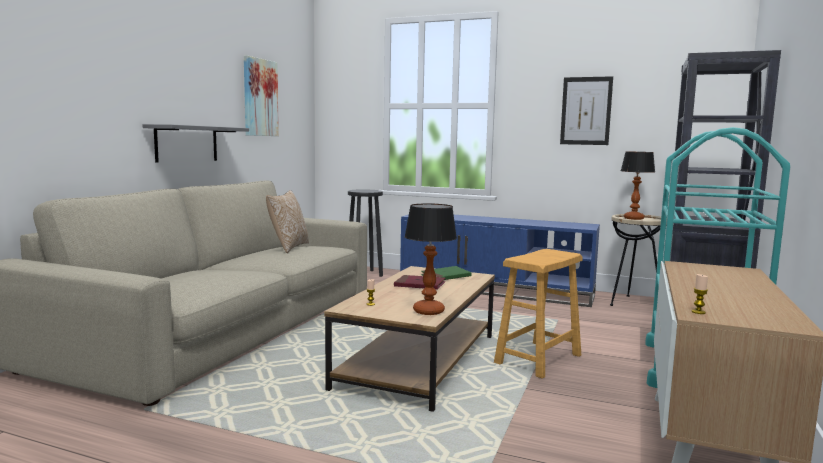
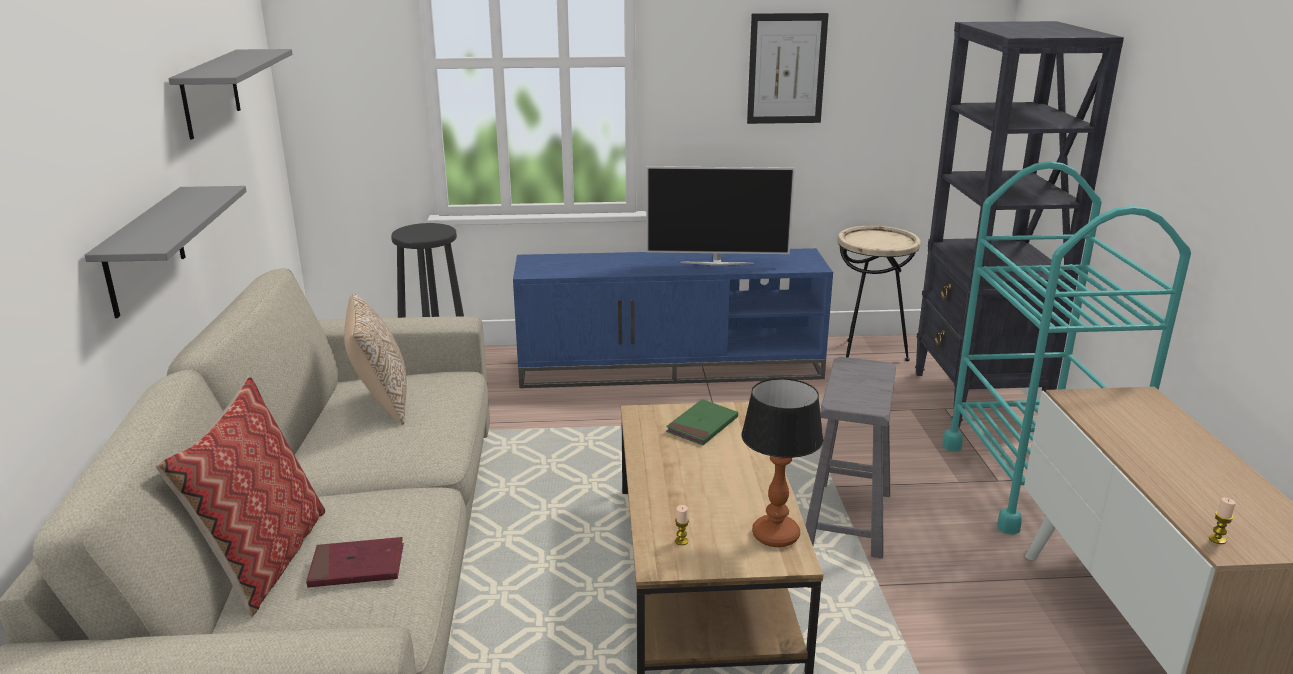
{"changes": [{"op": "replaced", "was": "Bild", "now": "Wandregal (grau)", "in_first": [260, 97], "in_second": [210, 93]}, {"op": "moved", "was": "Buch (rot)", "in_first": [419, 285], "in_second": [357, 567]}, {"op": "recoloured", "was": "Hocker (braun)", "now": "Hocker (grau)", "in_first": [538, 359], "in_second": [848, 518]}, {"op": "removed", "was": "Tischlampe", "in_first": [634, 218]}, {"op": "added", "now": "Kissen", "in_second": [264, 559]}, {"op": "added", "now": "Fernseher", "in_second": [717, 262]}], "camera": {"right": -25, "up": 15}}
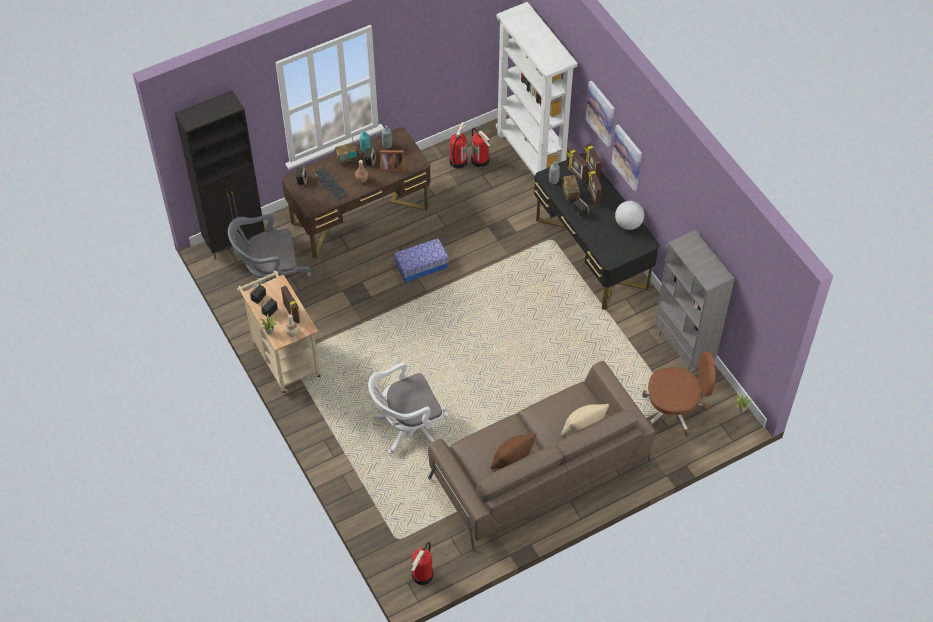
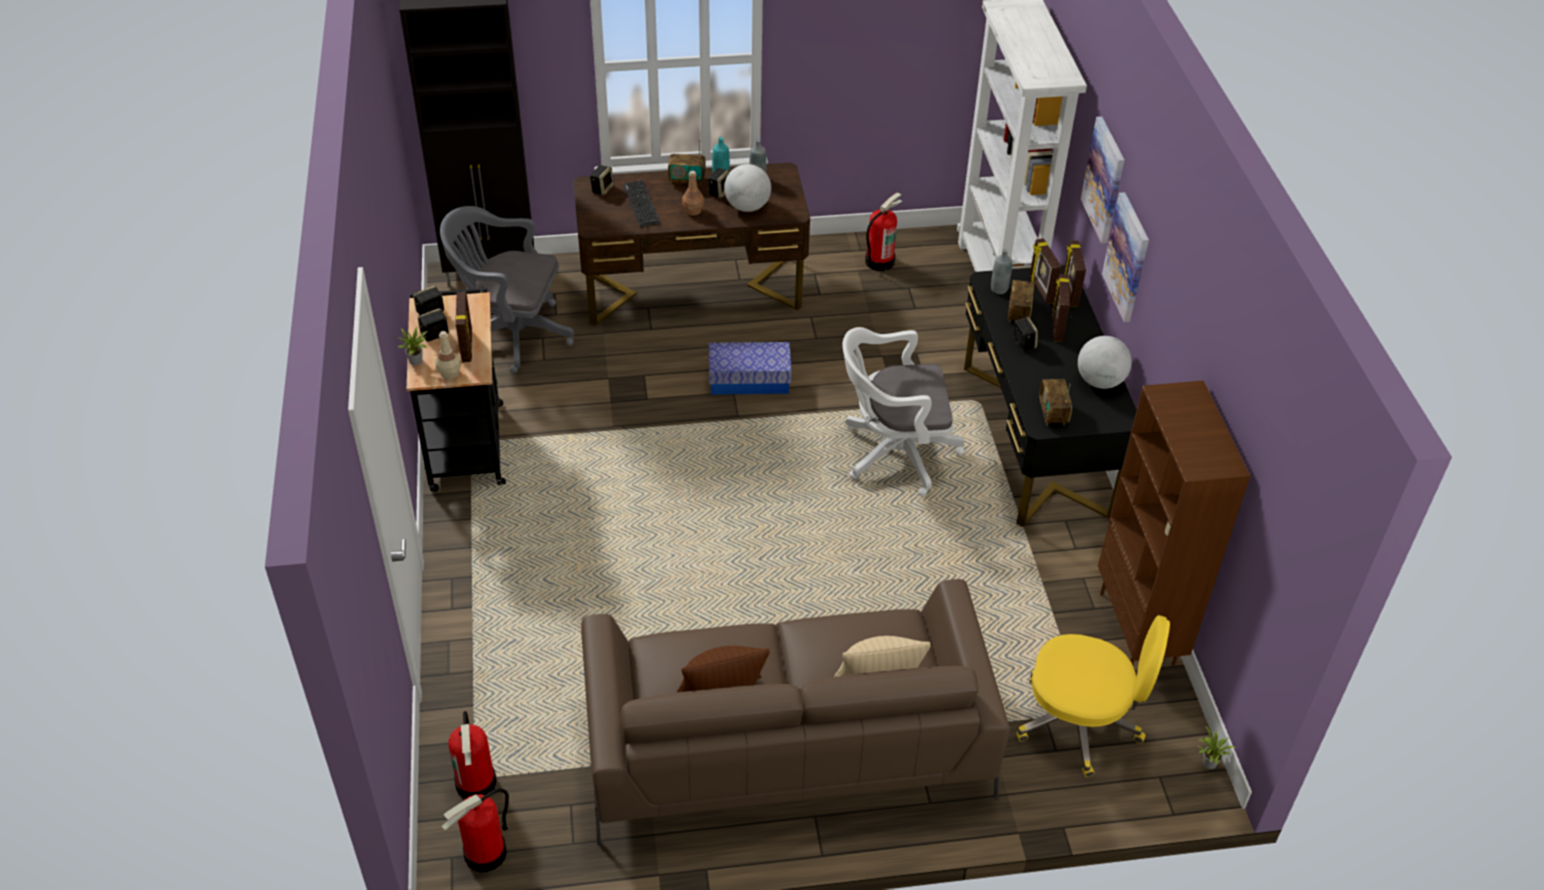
{"changes": [{"op": "recoloured", "was": "Rollwagen (beige)", "now": "Rollwagen (schwarz)", "in_first": [284, 356], "in_second": [466, 440]}, {"op": "moved", "was": "Bürostuhl (weiß)", "in_first": [407, 428], "in_second": [893, 453]}, {"op": "replaced", "was": "Bilderrahmen", "now": "Globus", "in_first": [391, 167], "in_second": [747, 207]}, {"op": "moved", "was": "Feuerlöscher", "in_first": [480, 160], "in_second": [477, 783]}, {"op": "recoloured", "was": "Bürostuhl (braun)", "now": "Bürostuhl (gelb)", "in_first": [674, 410], "in_second": [1080, 723]}, {"op": "recoloured", "was": "Bücherregal (grau)", "now": "Bücherregal (braun)", "in_first": [684, 349], "in_second": [1138, 629]}, {"op": "added", "now": "Radio", "in_second": [1053, 413]}], "camera": {"right": 20, "up": -10}}
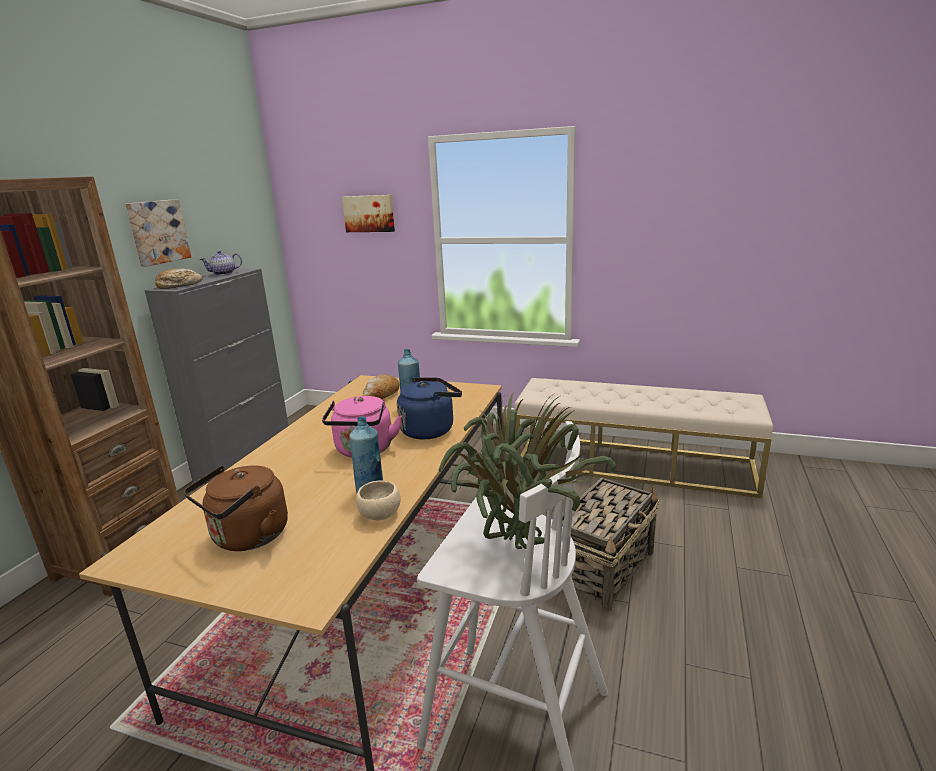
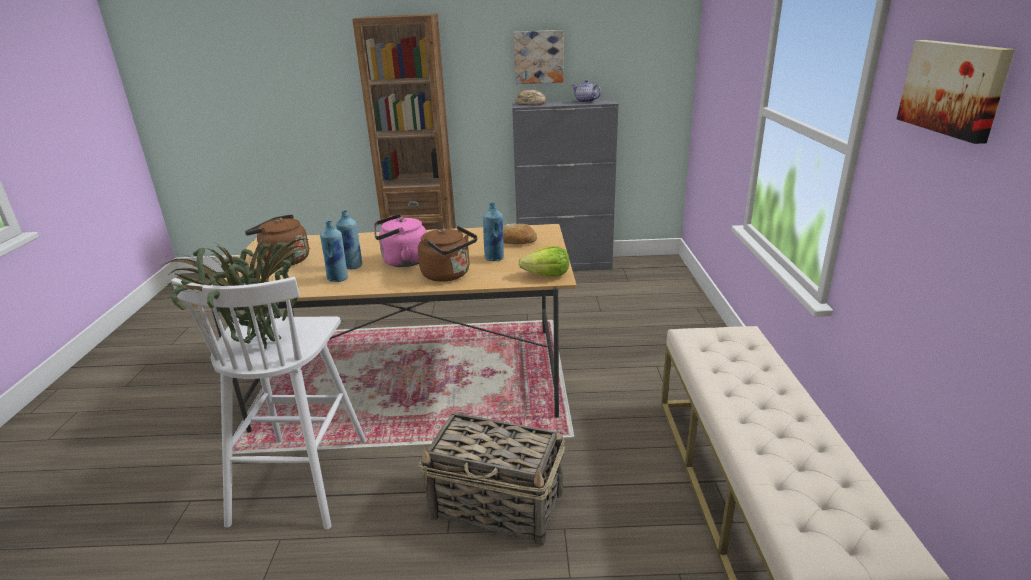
{"changes": [{"op": "moved", "was": "Bild", "in_first": [369, 213], "in_second": [954, 88]}, {"op": "removed", "was": "Schüssel (beige)", "in_first": [379, 514]}, {"op": "recoloured", "was": "Wasserkessel (blau)", "now": "Wasserkessel (braun)", "in_first": [430, 430], "in_second": [449, 275]}, {"op": "added", "now": "Flasche (blau)", "in_second": [353, 266]}, {"op": "added", "now": "Salatkopf", "in_second": [547, 275]}], "camera": {"right": 70, "up": 5}}
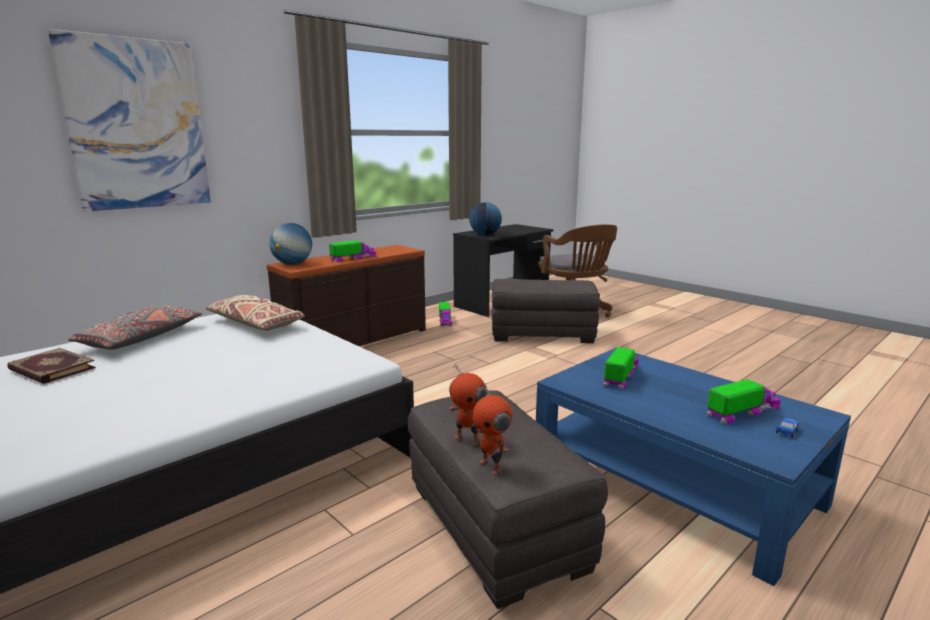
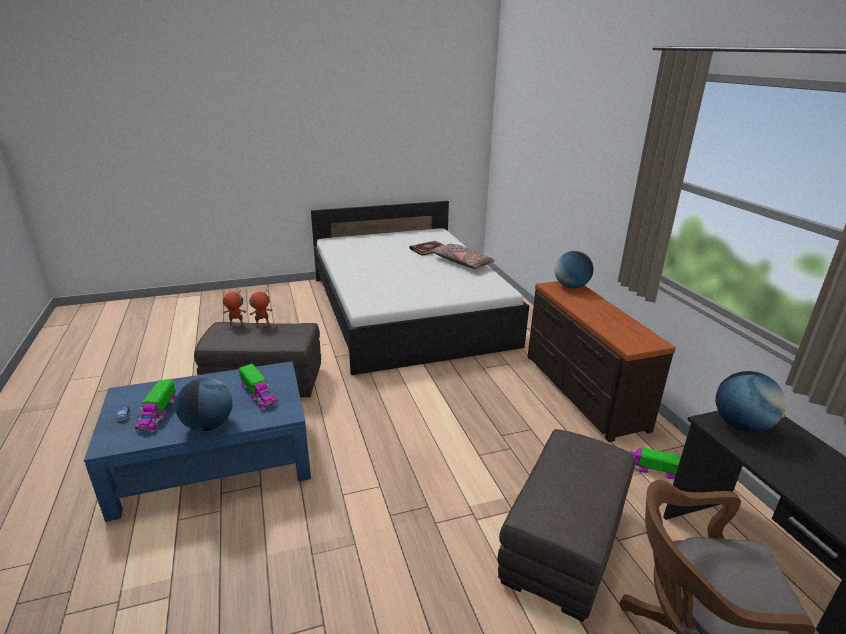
{"changes": [{"op": "removed", "was": "Bild", "in_first": [137, 125]}, {"op": "removed", "was": "Kissen (beige)", "in_first": [256, 324]}, {"op": "removed", "was": "Spielzeuglaster", "in_first": [353, 258]}, {"op": "added", "now": "Globus", "in_second": [208, 425]}], "camera": {"right": 115, "up": 10}}
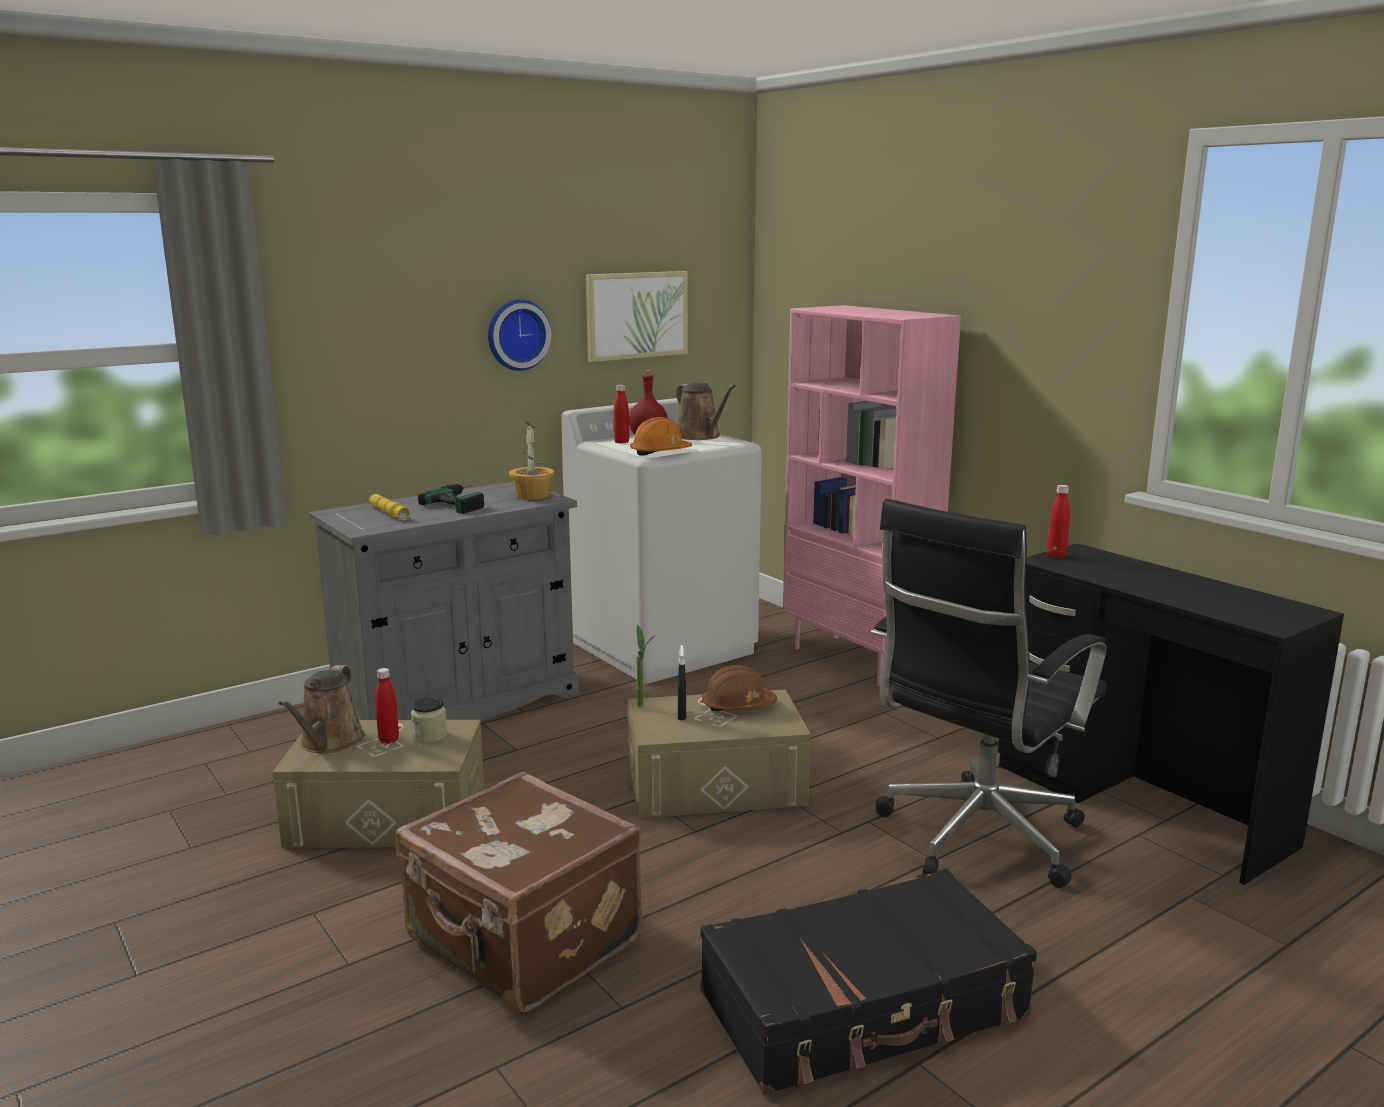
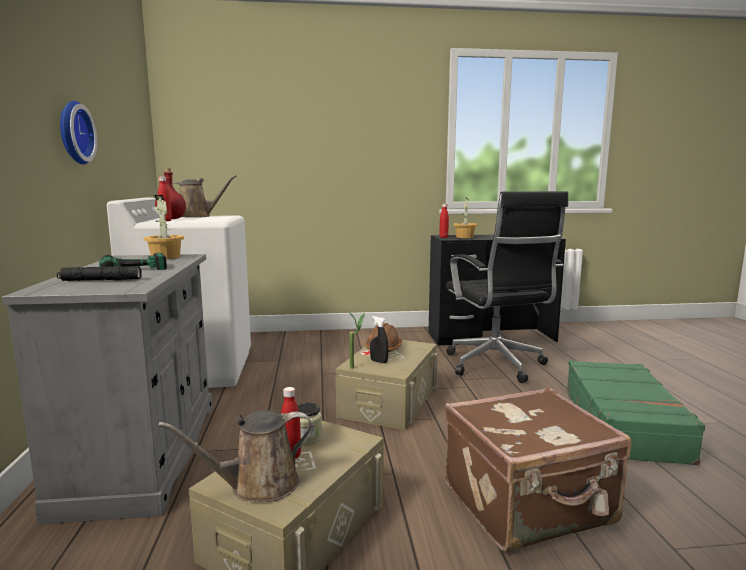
{"changes": [{"op": "turned", "was": "Gießkanne (braun)", "in_first": [329, 742], "in_second": [257, 485], "clockwise": 120}, {"op": "recoloured", "was": "Taschenlampe (gelb)", "now": "Taschenlampe (schwarz)", "in_first": [389, 513], "in_second": [100, 280]}, {"op": "removed", "was": "Bild", "in_first": [636, 315]}, {"op": "removed", "was": "Schutzhelm (orange)", "in_first": [660, 452]}, {"op": "recoloured", "was": "Koffer (schwarz)", "now": "Koffer (grün)", "in_first": [864, 1006], "in_second": [624, 423]}, {"op": "removed", "was": "Bücherregal (rosa)", "in_first": [858, 660]}, {"op": "added", "now": "Topfpflanze", "in_second": [464, 237]}], "camera": {"right": -60, "up": -5}}
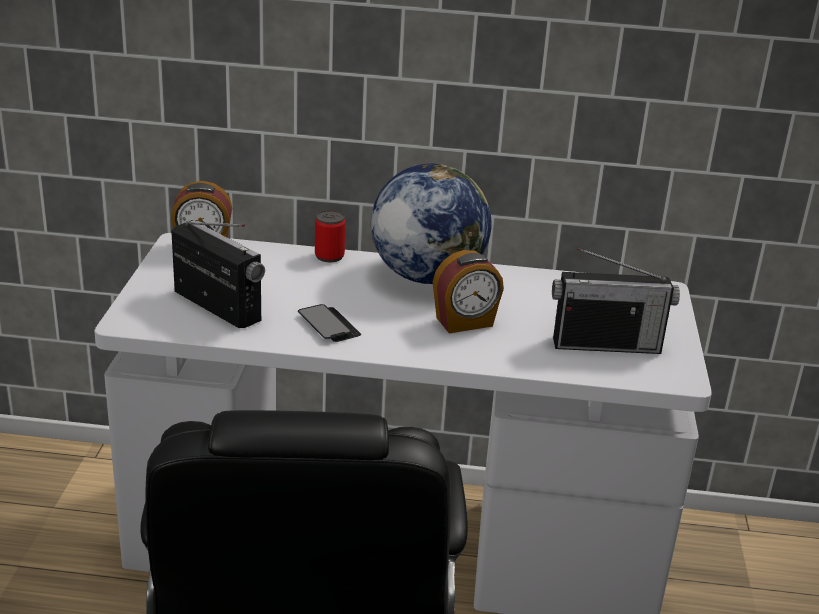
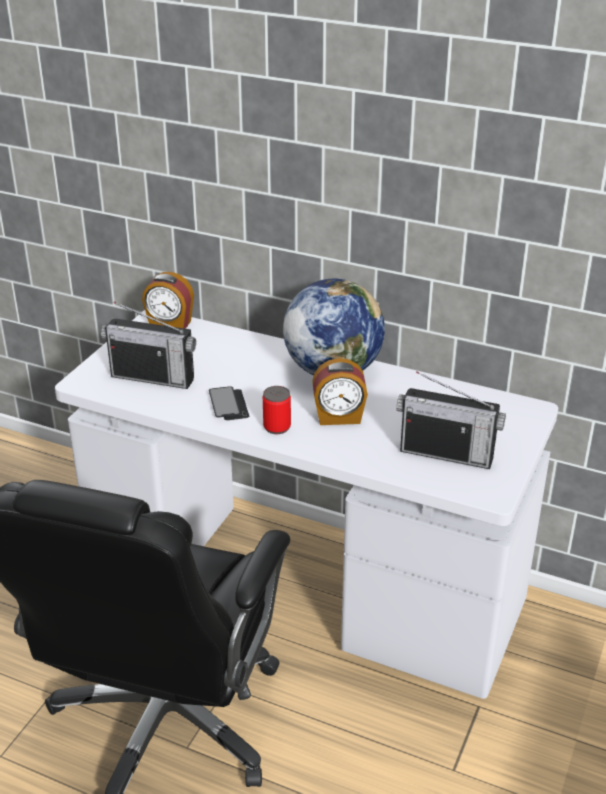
{"changes": [{"op": "turned", "was": "Radio", "in_first": [217, 306], "in_second": [153, 377], "clockwise": 135}, {"op": "moved", "was": "Dose", "in_first": [329, 256], "in_second": [277, 427]}], "camera": {"right": 20, "up": 5}}
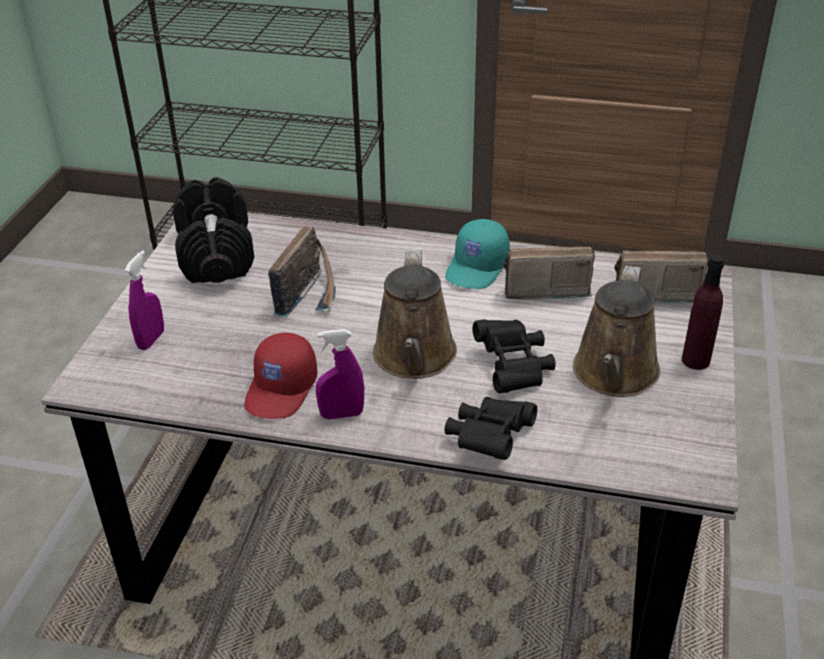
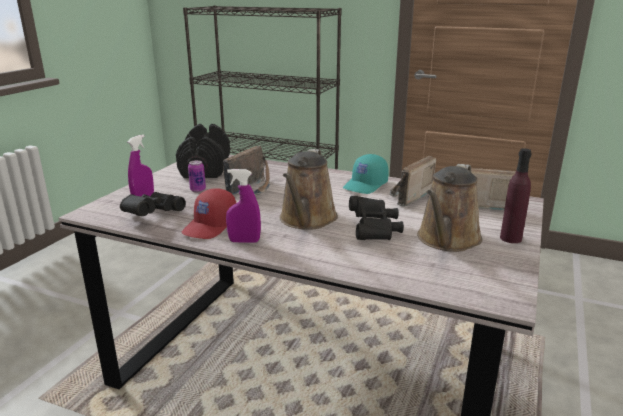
{"changes": [{"op": "moved", "was": "Fernglas (schwarz)", "in_first": [489, 438], "in_second": [151, 215]}, {"op": "turned", "was": "Radio", "in_first": [542, 288], "in_second": [406, 197], "clockwise": -60}, {"op": "added", "now": "Dose", "in_second": [198, 190]}], "camera": {"right": 10, "up": -15}}
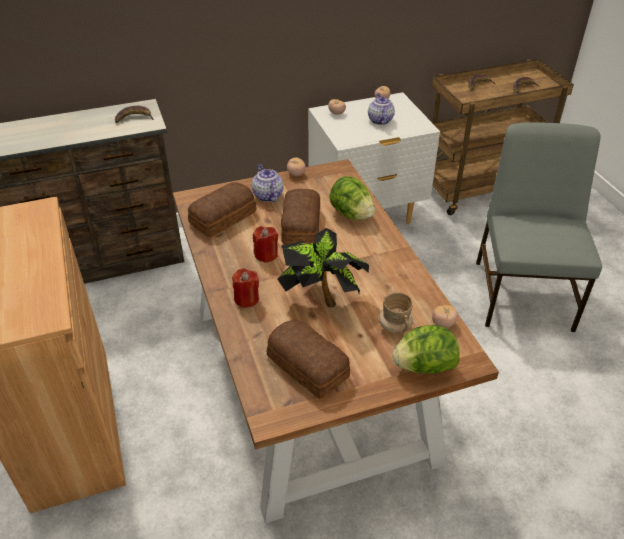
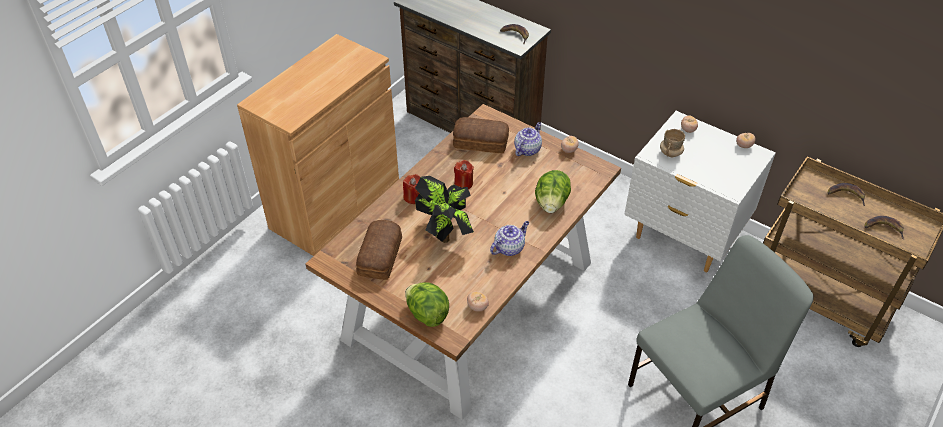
{"changes": [{"op": "removed", "was": "Brot", "in_first": [300, 226]}, {"op": "moved", "was": "Teekanne", "in_first": [380, 120], "in_second": [509, 247]}, {"op": "moved", "was": "Henkelbecher (beige)", "in_first": [394, 327], "in_second": [670, 153]}], "camera": {"right": 55, "up": 5}}
